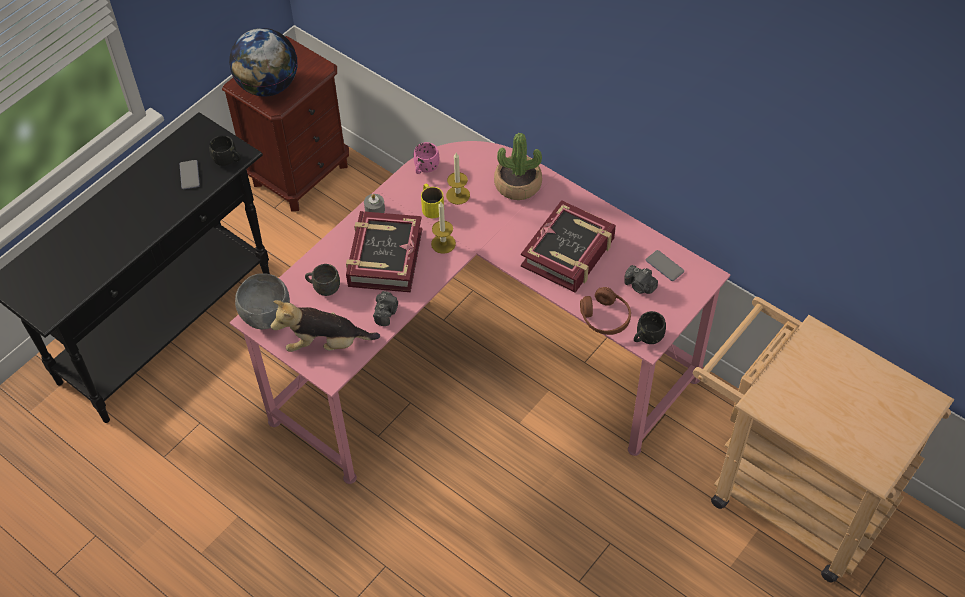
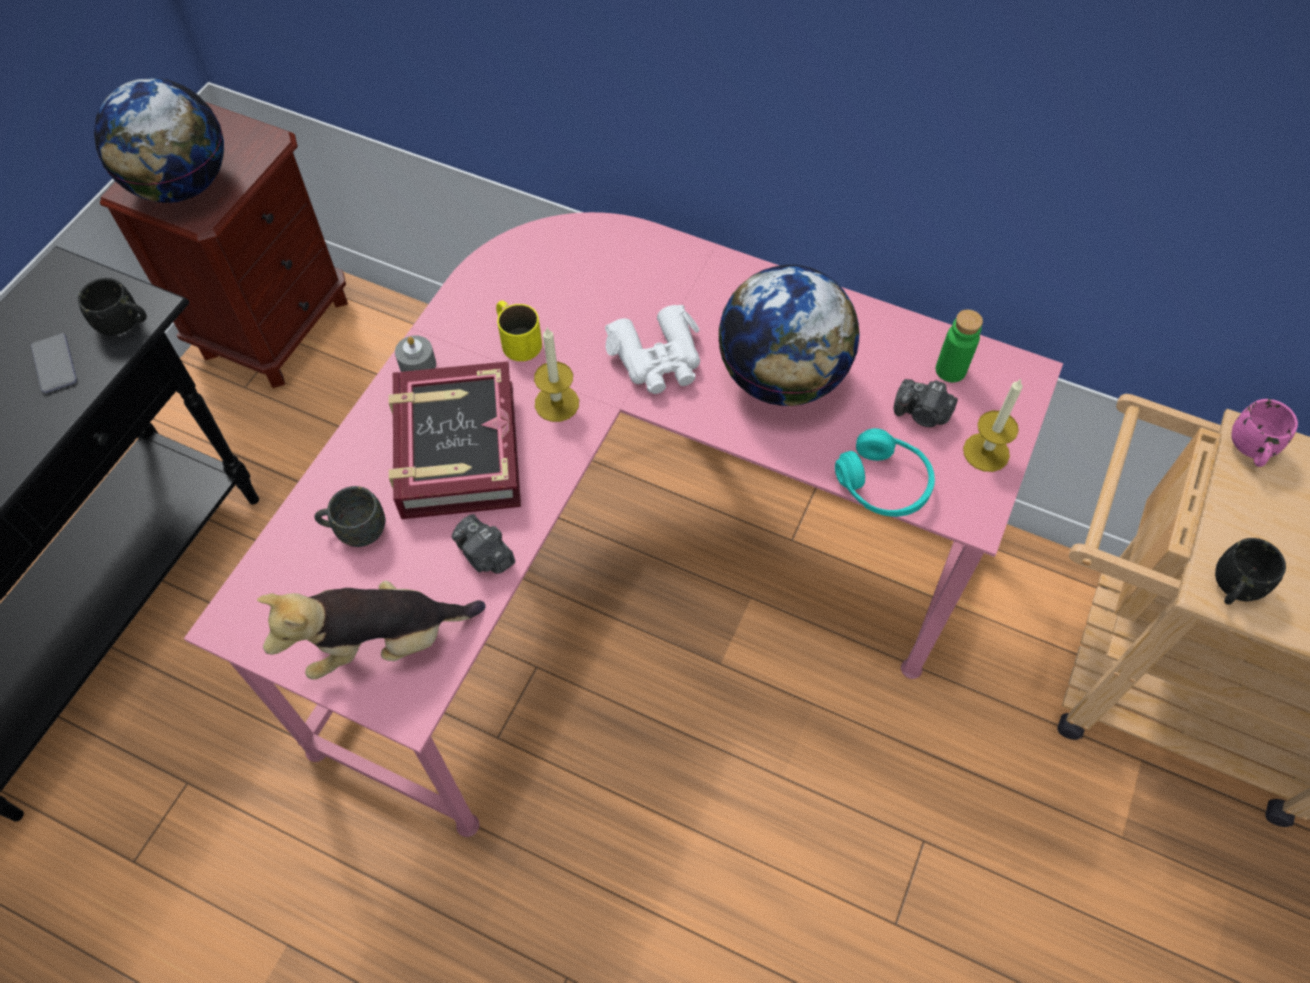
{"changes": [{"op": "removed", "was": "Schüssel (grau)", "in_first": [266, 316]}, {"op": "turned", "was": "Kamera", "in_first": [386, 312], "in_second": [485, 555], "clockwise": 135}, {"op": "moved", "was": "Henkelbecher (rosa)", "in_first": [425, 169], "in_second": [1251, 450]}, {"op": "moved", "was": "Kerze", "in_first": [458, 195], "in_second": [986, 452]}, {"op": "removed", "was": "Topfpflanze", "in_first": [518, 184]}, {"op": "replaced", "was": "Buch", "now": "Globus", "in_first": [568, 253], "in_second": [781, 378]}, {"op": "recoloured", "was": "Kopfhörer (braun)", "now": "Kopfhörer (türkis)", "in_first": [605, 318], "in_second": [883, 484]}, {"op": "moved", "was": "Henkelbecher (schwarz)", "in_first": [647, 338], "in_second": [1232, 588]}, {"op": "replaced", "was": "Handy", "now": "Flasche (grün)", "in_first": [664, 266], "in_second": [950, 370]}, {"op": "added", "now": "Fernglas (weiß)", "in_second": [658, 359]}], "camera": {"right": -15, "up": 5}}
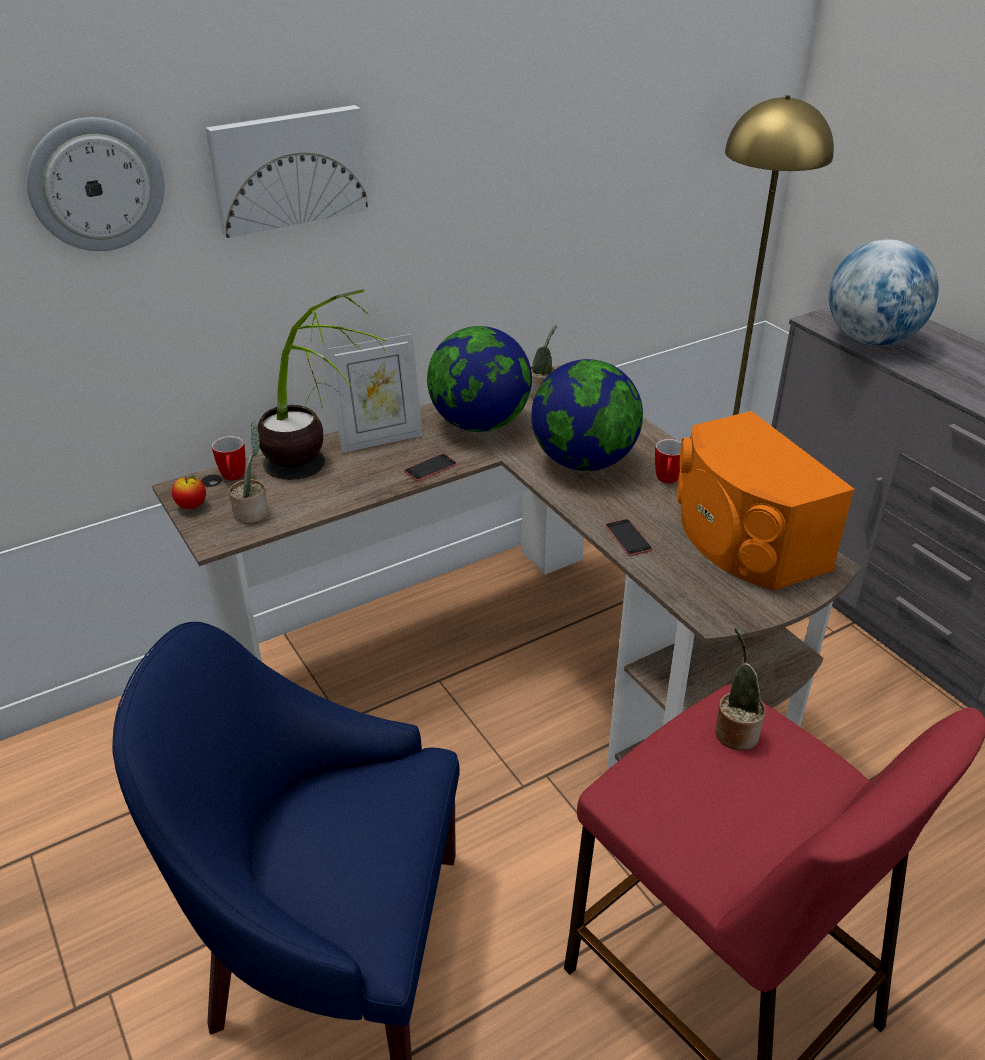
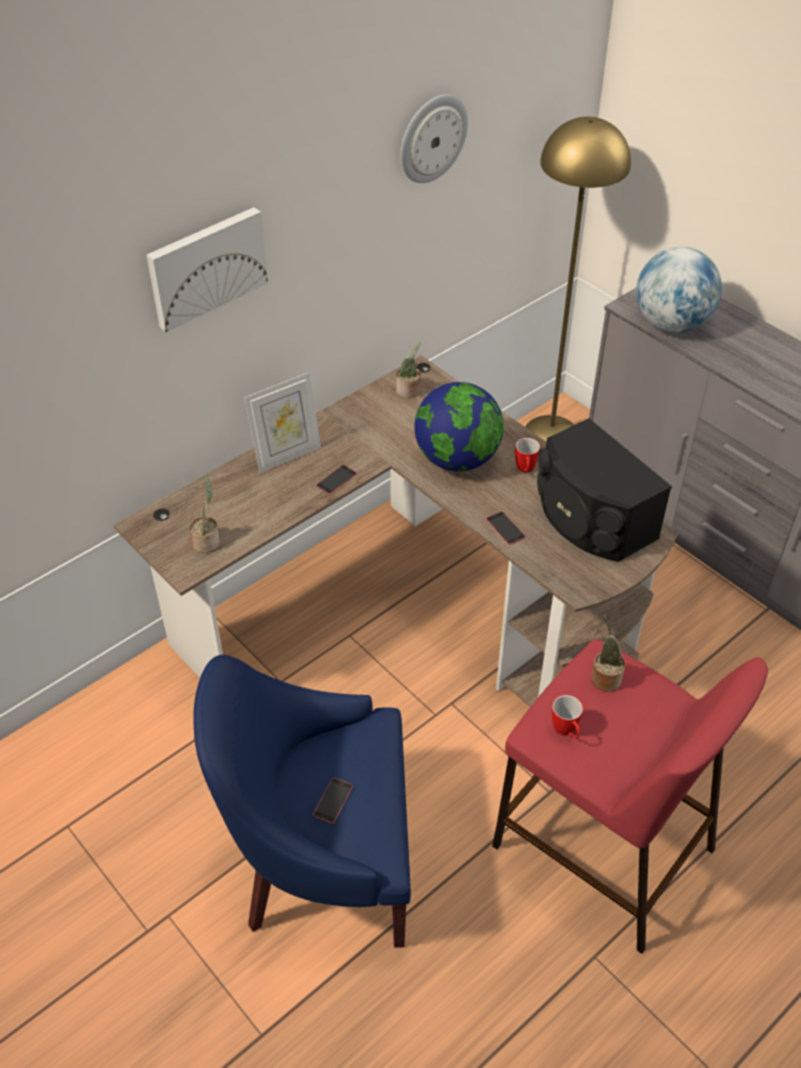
{"changes": [{"op": "moved", "was": "Wanduhr", "in_first": [96, 184], "in_second": [432, 138]}, {"op": "removed", "was": "Apfel", "in_first": [192, 506]}, {"op": "moved", "was": "Henkelbecher", "in_first": [233, 478], "in_second": [566, 732]}, {"op": "removed", "was": "Topfpflanze", "in_first": [319, 477]}, {"op": "removed", "was": "Globus", "in_first": [479, 424]}, {"op": "recoloured", "was": "Lautsprecher (orange)", "now": "Lautsprecher (schwarz)", "in_first": [743, 539], "in_second": [591, 518]}, {"op": "added", "now": "Handy", "in_second": [333, 800]}], "camera": {"right": -10, "up": 10}}
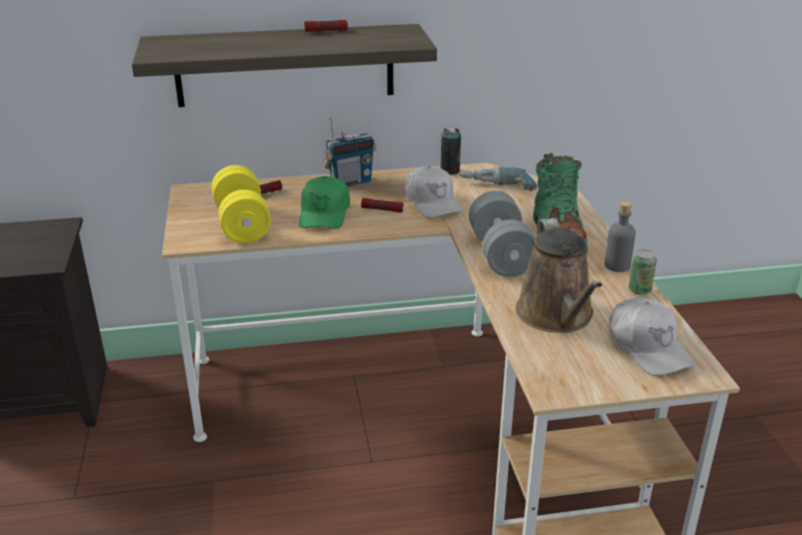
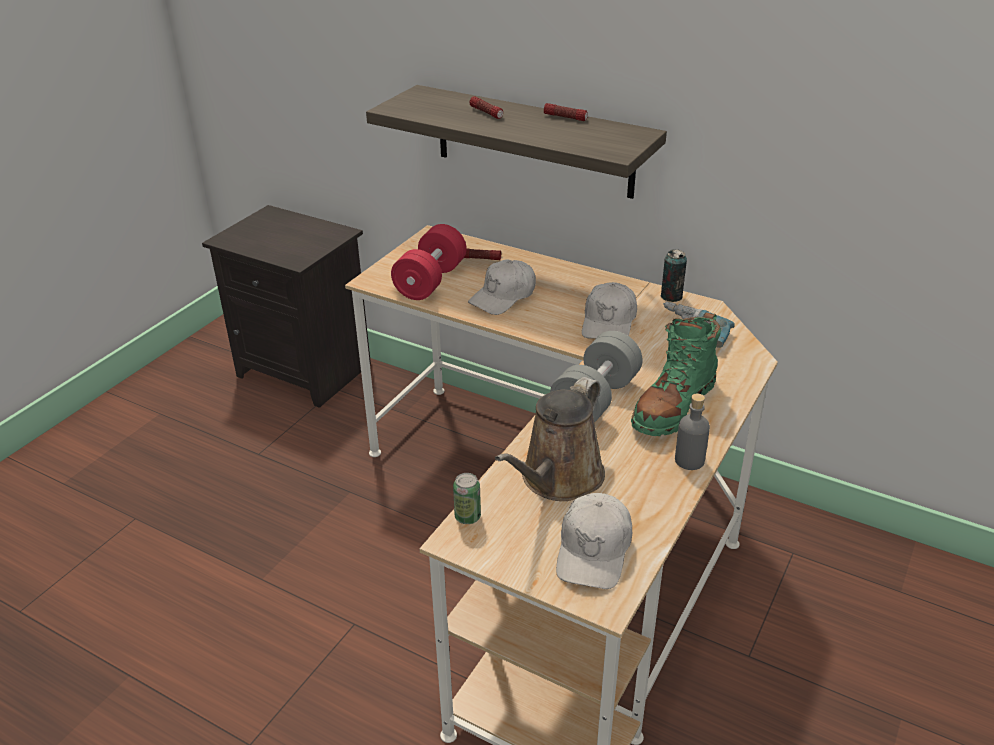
{"changes": [{"op": "recoloured", "was": "Hantel (gelb)", "now": "Hantel (rot)", "in_first": [242, 224], "in_second": [430, 281]}, {"op": "recoloured", "was": "Kappe (grün)", "now": "Kappe (weiß)", "in_first": [324, 214], "in_second": [503, 297]}, {"op": "removed", "was": "Radio", "in_first": [350, 182]}, {"op": "moved", "was": "Taschenlampe", "in_first": [382, 210], "in_second": [486, 113]}, {"op": "moved", "was": "Dose", "in_first": [639, 290], "in_second": [467, 517]}], "camera": {"right": 40, "up": 5}}
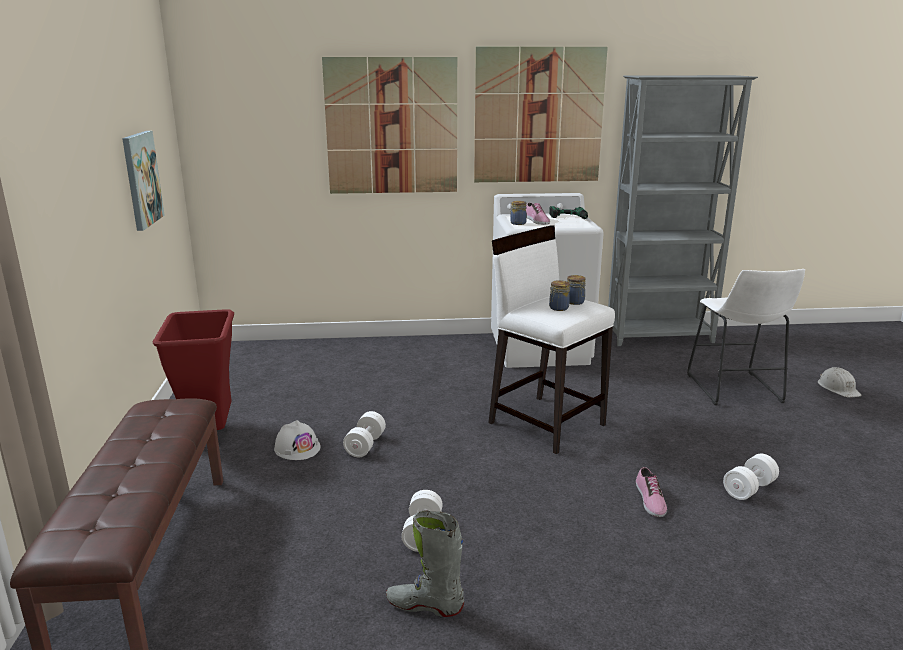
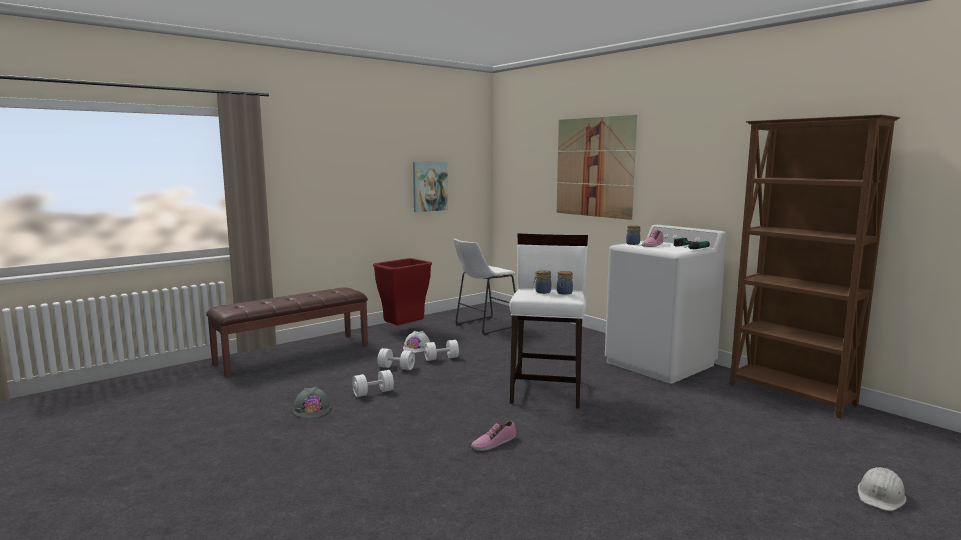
{"changes": [{"op": "replaced", "was": "Stiefel (grau)", "now": "Schutzhelm (grau)", "in_first": [425, 605], "in_second": [312, 409]}, {"op": "removed", "was": "Bild", "in_first": [538, 116]}, {"op": "recoloured", "was": "Bücherregal (grau)", "now": "Bücherregal (braun)", "in_first": [660, 337], "in_second": [791, 395]}, {"op": "moved", "was": "Hocker (weiß)", "in_first": [735, 391], "in_second": [484, 326]}, {"op": "moved", "was": "Hantel (weiß)", "in_first": [749, 489], "in_second": [396, 368]}], "camera": {"right": 55, "up": -10}}
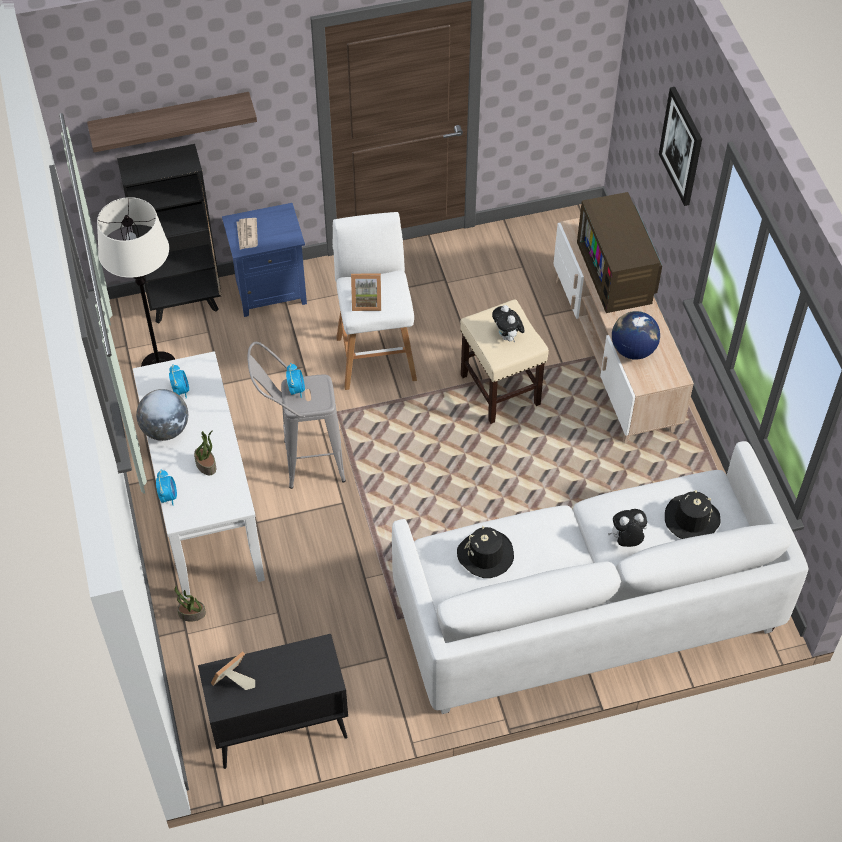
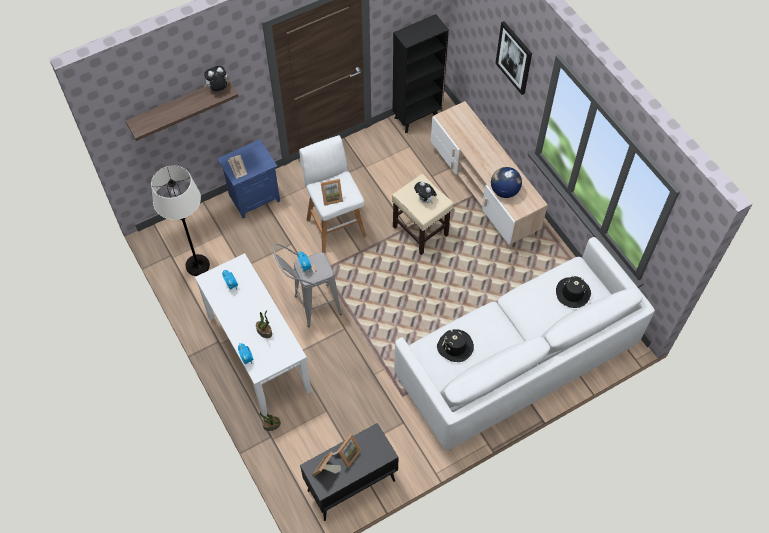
{"changes": [{"op": "moved", "was": "Bücherregal (schwarz)", "in_first": [185, 303], "in_second": [417, 117]}, {"op": "removed", "was": "Globus", "in_first": [165, 429]}, {"op": "removed", "was": "Fernseher", "in_first": [617, 273]}, {"op": "moved", "was": "Plüschtier", "in_first": [626, 540], "in_second": [218, 89]}, {"op": "added", "now": "Bilderrahmen", "in_second": [347, 454]}], "camera": {"right": -15, "up": 5}}
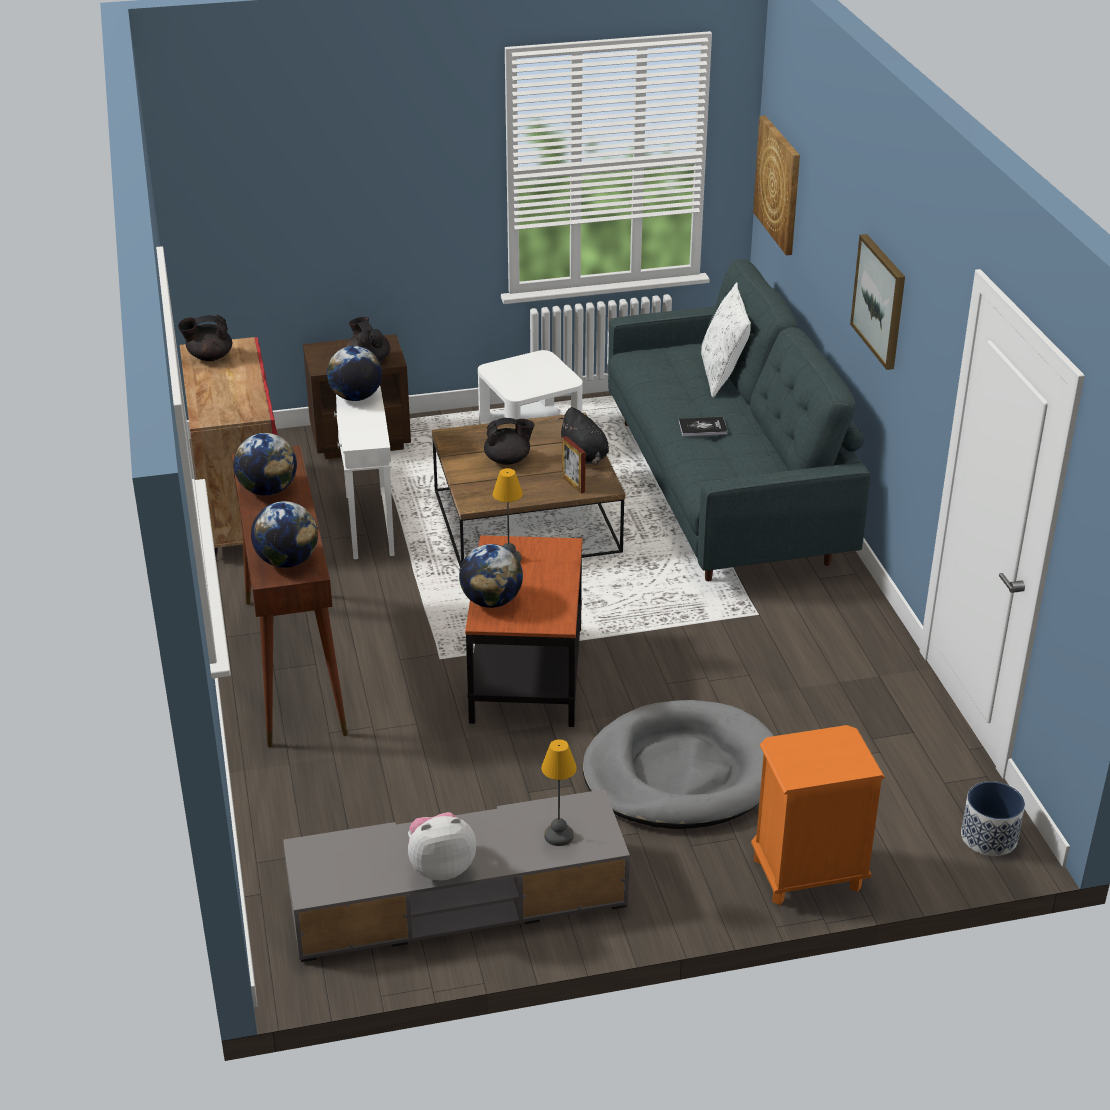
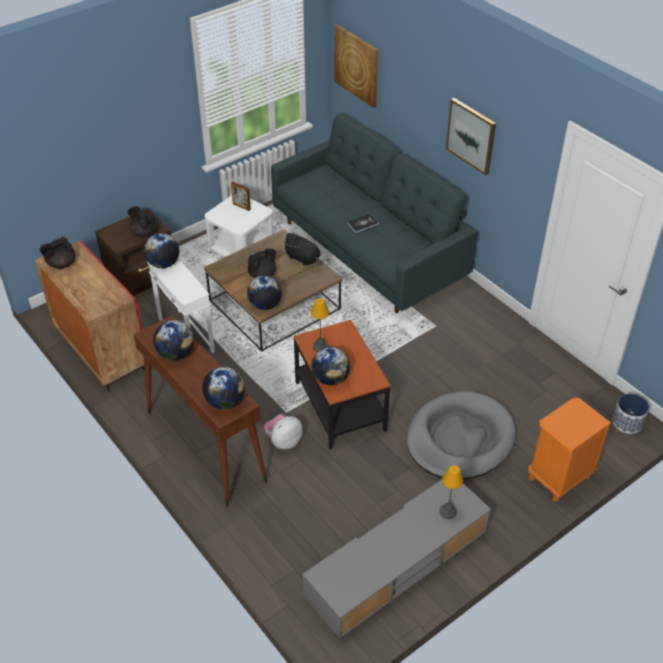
{"changes": [{"op": "moved", "was": "Plüschtier", "in_first": [441, 867], "in_second": [284, 441]}, {"op": "moved", "was": "Bilderrahmen", "in_first": [573, 484], "in_second": [241, 206]}, {"op": "removed", "was": "Kissen (weiß)", "in_first": [722, 375]}, {"op": "added", "now": "Globus", "in_second": [265, 305]}], "camera": {"right": -25, "up": 10}}
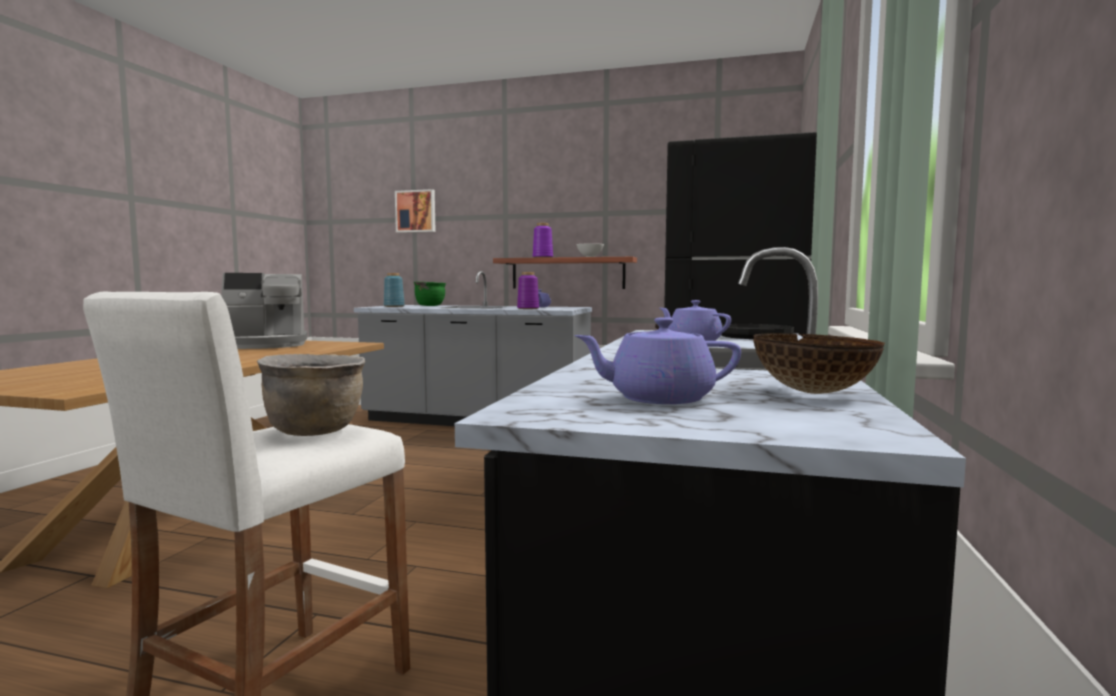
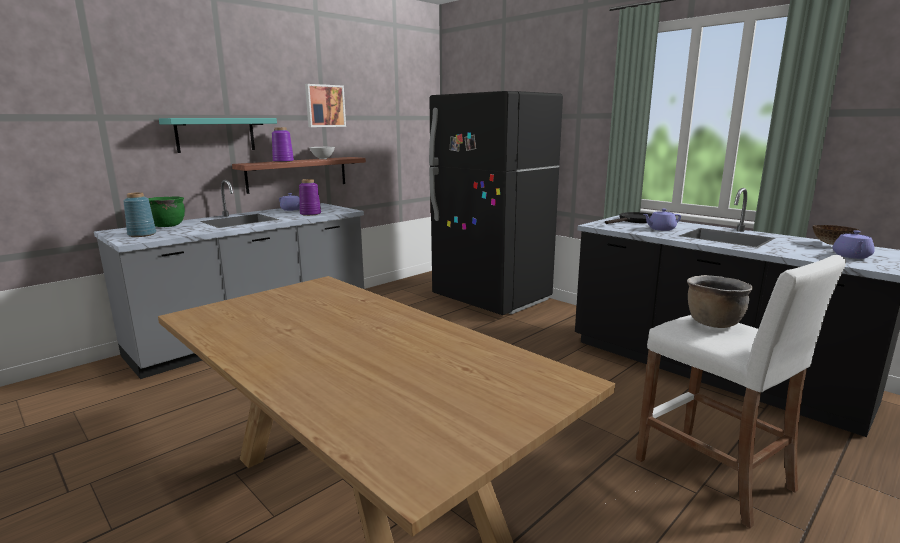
{"changes": [{"op": "removed", "was": "Kaffeemaschine", "in_first": [265, 345]}, {"op": "moved", "was": "Bild", "in_first": [416, 211], "in_second": [324, 106]}, {"op": "added", "now": "Wandregal (türkis)", "in_second": [215, 135]}], "camera": {"right": -60, "up": 10}}
